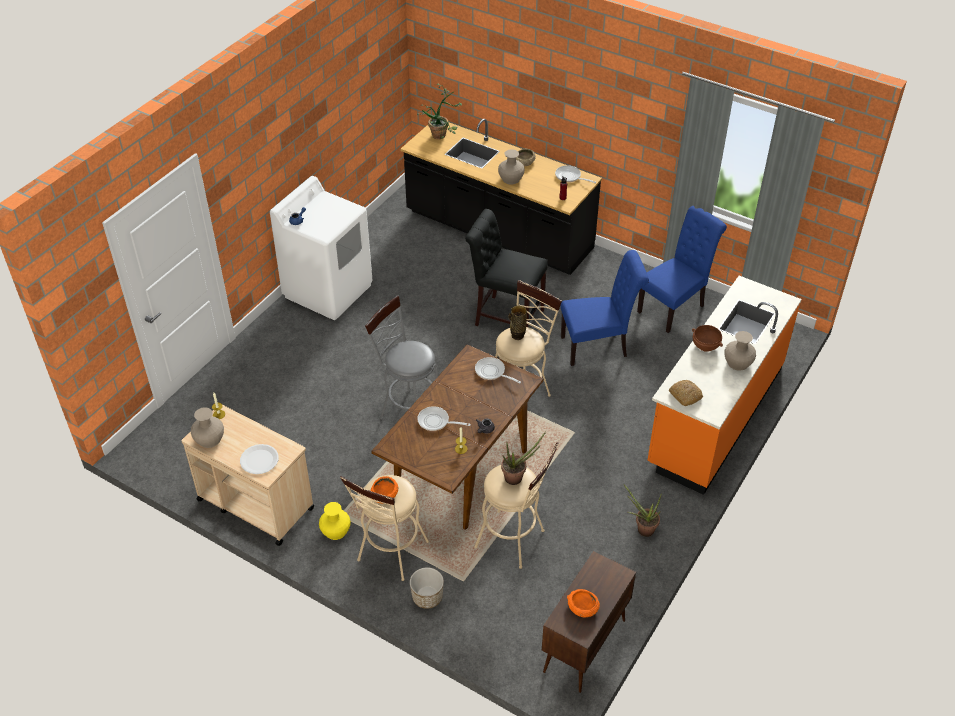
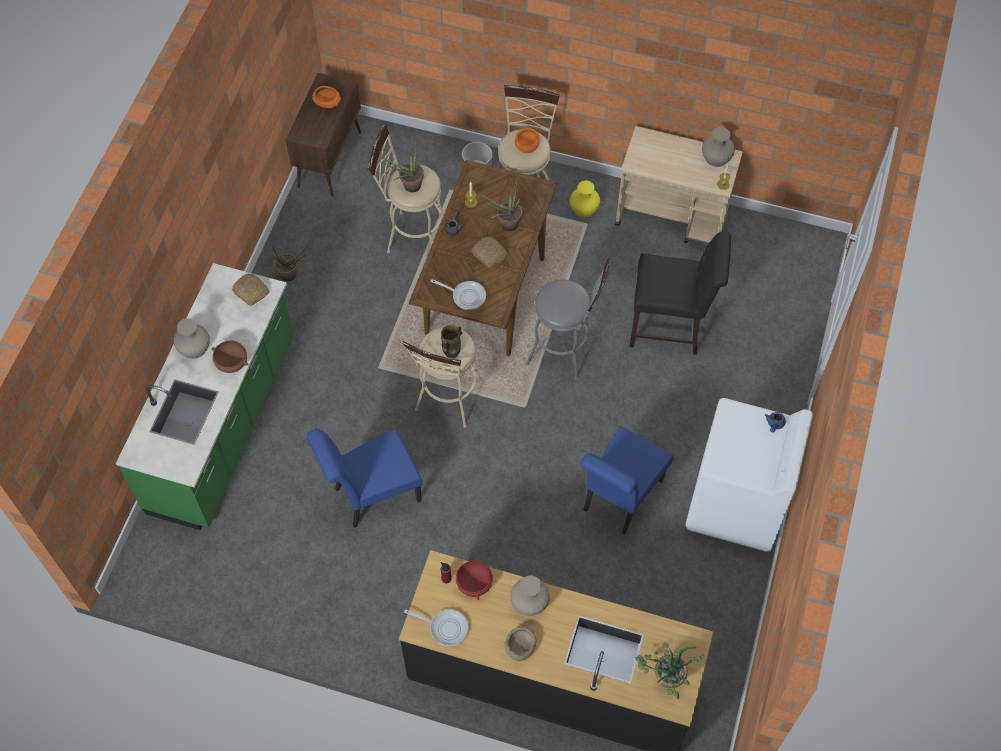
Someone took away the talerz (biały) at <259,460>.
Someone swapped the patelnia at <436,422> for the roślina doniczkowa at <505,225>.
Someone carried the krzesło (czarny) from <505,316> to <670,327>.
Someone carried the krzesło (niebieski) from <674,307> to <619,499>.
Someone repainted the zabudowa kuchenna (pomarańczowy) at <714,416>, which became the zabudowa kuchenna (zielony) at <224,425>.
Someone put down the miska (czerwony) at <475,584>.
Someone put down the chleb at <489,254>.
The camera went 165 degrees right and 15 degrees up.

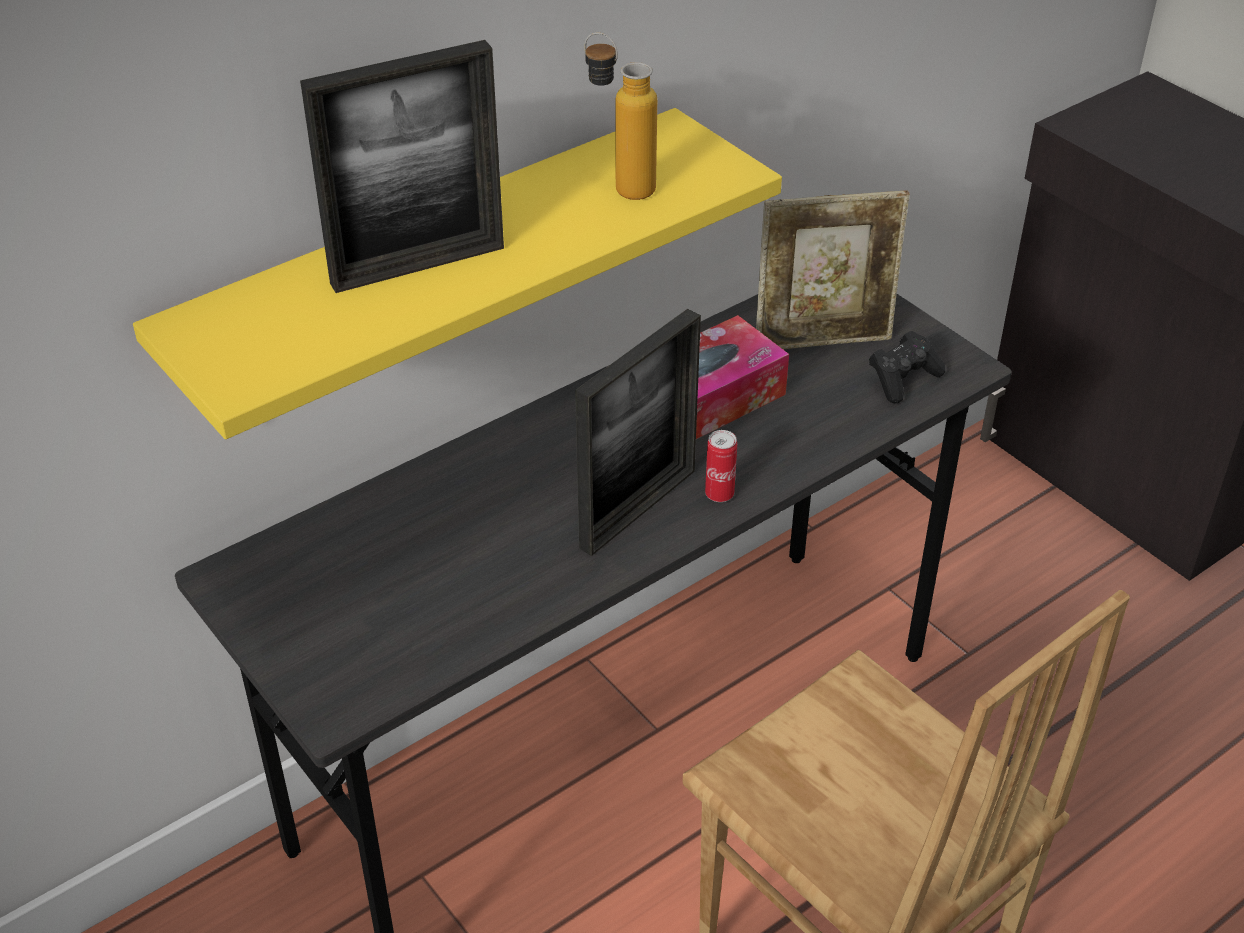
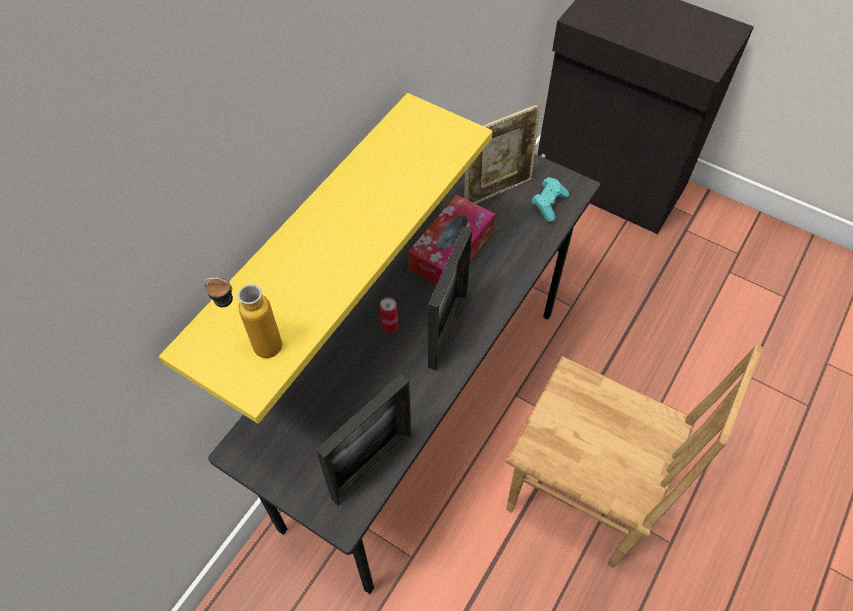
Someone carried the ramka na zdjęcie from <418,265> to <372,467>.
Someone carried the butelka from <620,186> to <256,346>.
Someone carried the puszka from <719,494> to <390,326>.
Someone repainted the pad do gier (czarny) at <903,379>, which became the pad do gier (turkusowy) at <548,204>.
The camera went 20 degrees left and 15 degrees up.

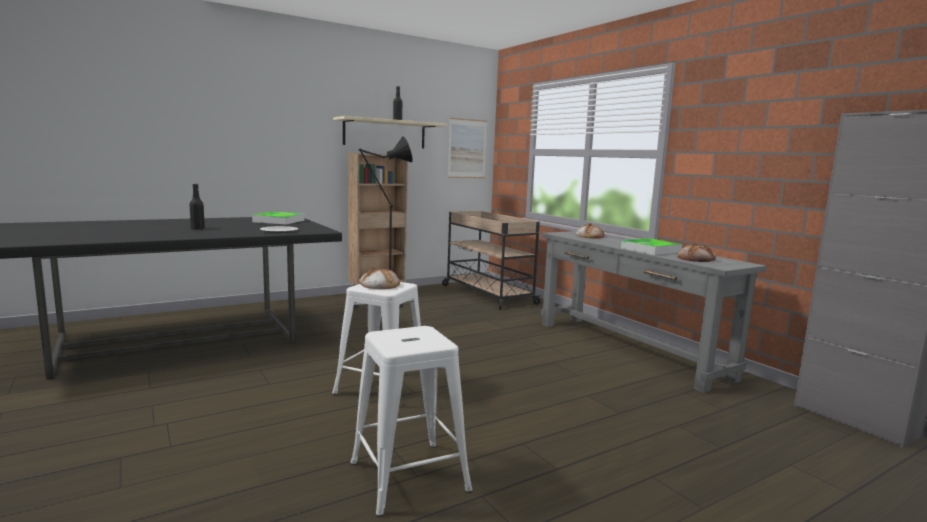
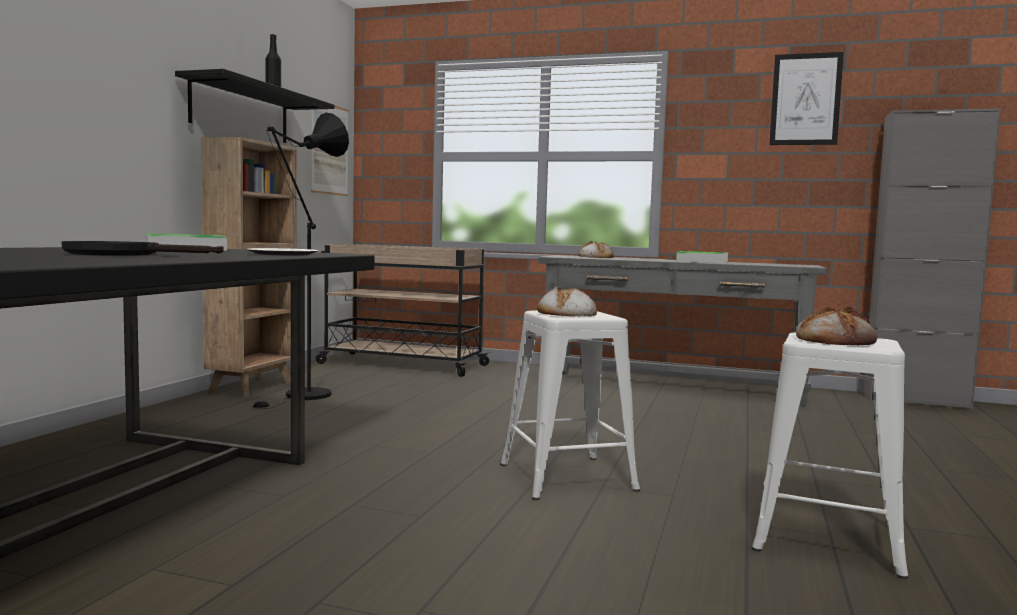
Someone swapped the butelka (czarny) at <197,229> for the patelnia (czarny) at <125,254>.
Someone repainted the półka (beżowy) at <385,133>, which became the półka (czarny) at <241,112>.
Someone carried the chleb from <696,259> to <835,340>.
Someone put up the obraz at <805,99>.
The camera went 40 degrees left and 5 degrees down.

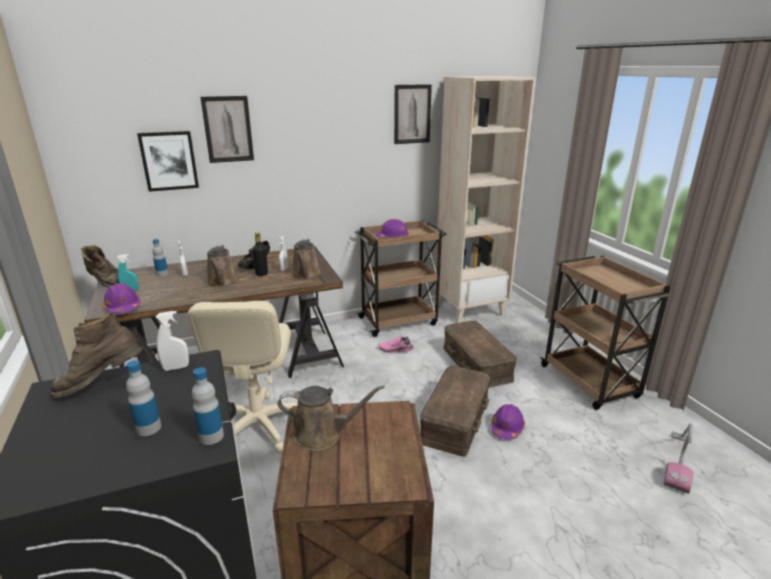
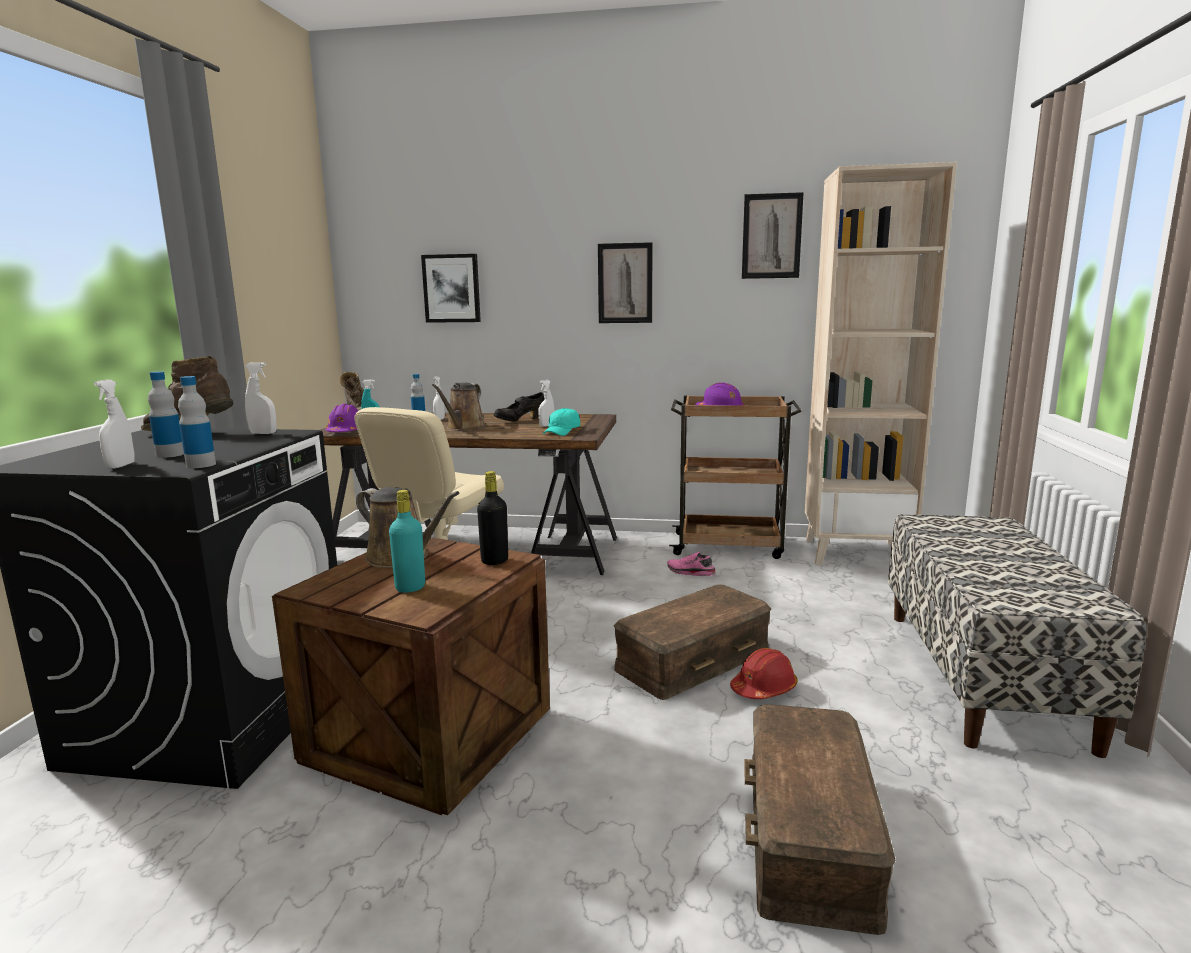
Someone carried the obraz from <228,129> to <625,283>.
Someone carried the butelka (czarny) from <261,274> to <494,561>.
Someone swapped the konewka (brązowy) at <306,275> for the czapka z daszkiem (turkusowy) at <562,432>.
Someone carried the pojemnik do przechowywania (brązowy) from <477,363> to <812,835>.
Someone repainted the kask (fioletowy) at <507,428>, which became the kask (czerwony) at <764,688>.
Someone swapped the wózek (brązowy) at <590,382> for the ławka at <983,676>.
Someone took away the odkurzacz at <678,462>.
Someone put down the spryskiwacz (biały) at <120,466>.
Someone put down the butelka (turkusowy) at <410,587>.
The camera went 30 degrees right and 10 degrees down.

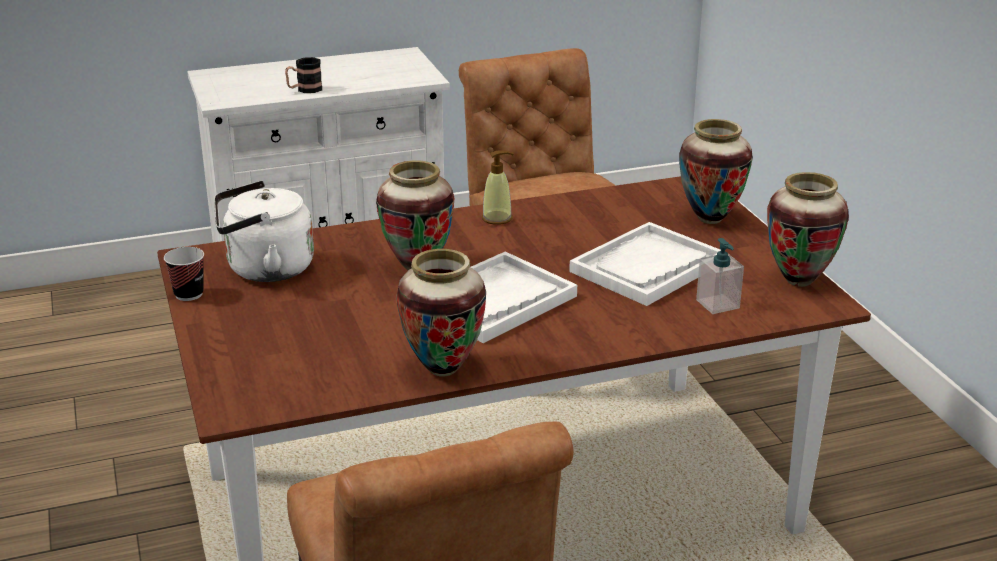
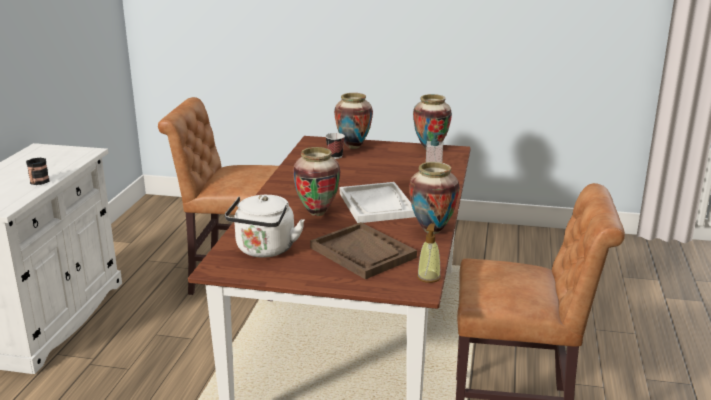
Someone carried the filiżanka from <189,294> to <335,156>.
Someone carried the dozownik mydła from <497,218> to <429,277>.
Someone took away the taca (biały) at <647,267>.
Someone put down the taca (brązowy) at <363,253>.
The camera went 60 degrees left and 5 degrees down.

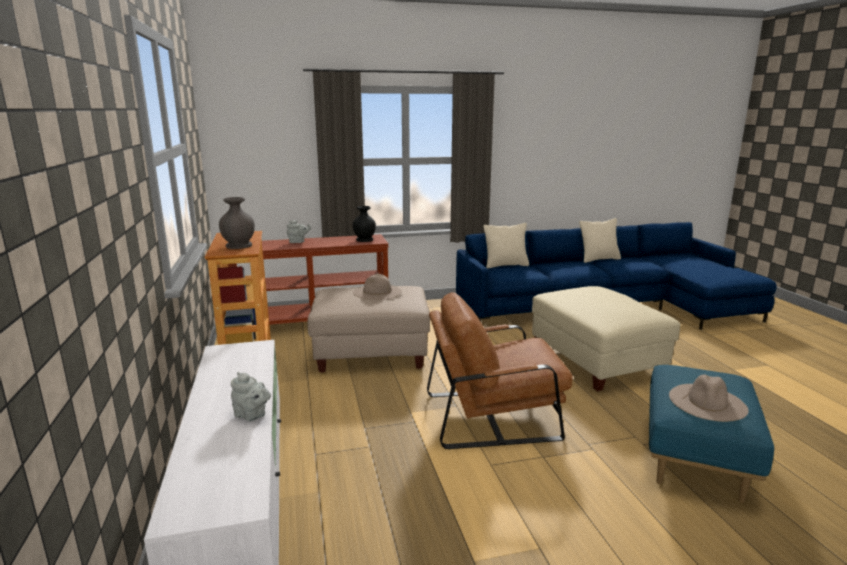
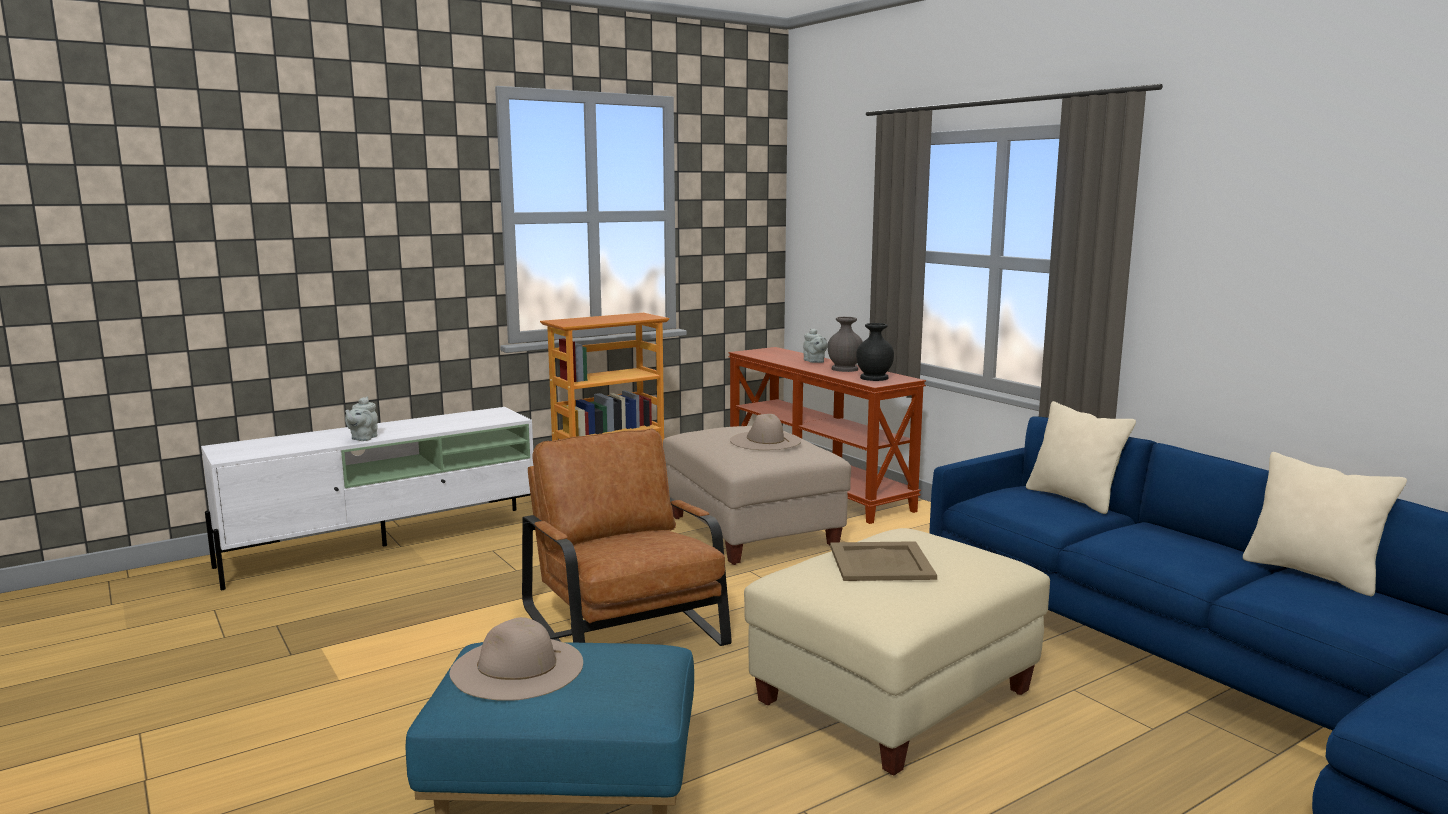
Someone carried the wazon (szary) from <239,246> to <845,369>.
Someone put down the taca (beżowy) at <880,562>.
The camera went 70 degrees right and 5 degrees down.

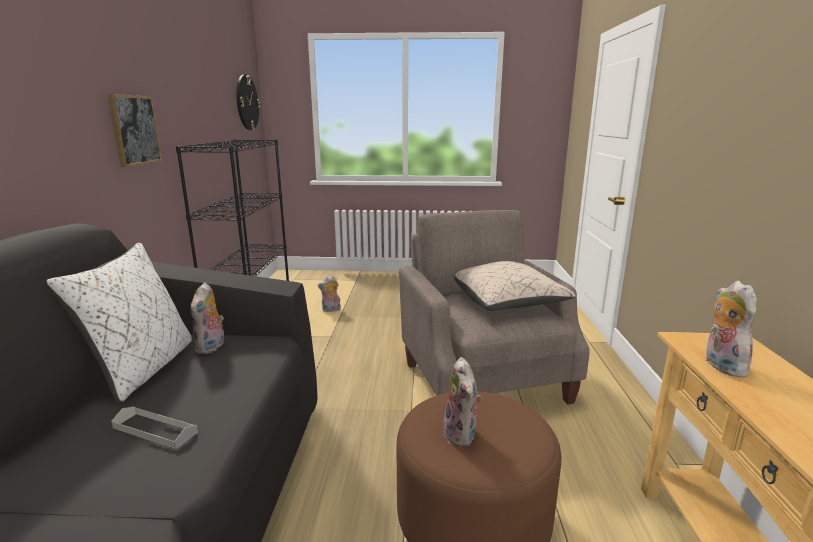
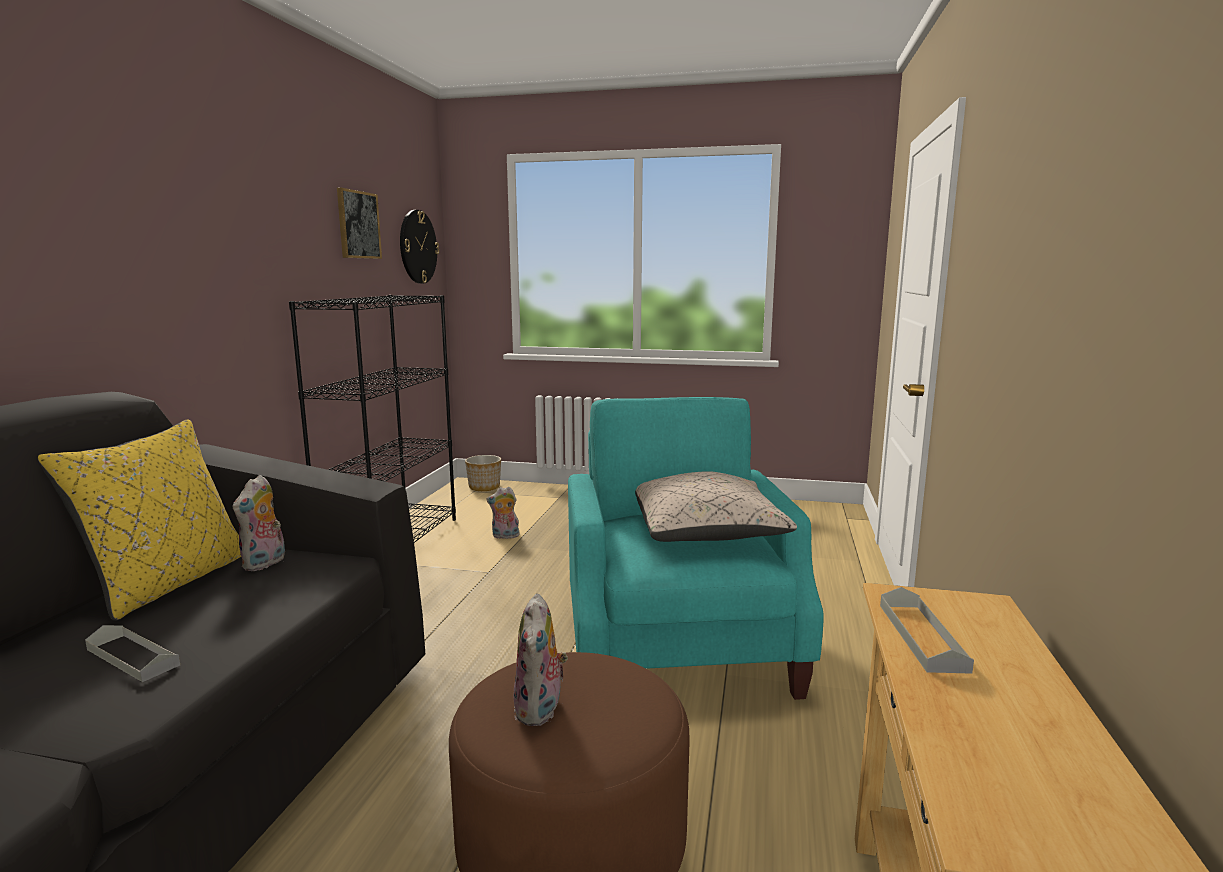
Someone repainted the poduszka (biały) at <144,368>, which became the poduszka (żółty) at <169,583>.
Someone carried the obraz from <134,130> to <358,225>.
Someone repainted the fotel (beżowy) at <482,379>, which became the fotel (turkusowy) at <679,650>.
Someone swapped the pluszak at <720,365> for the taca (szary) at <922,636>.
Someone put down the donica at <484,487>.
The camera went 10 degrees right and 5 degrees down.

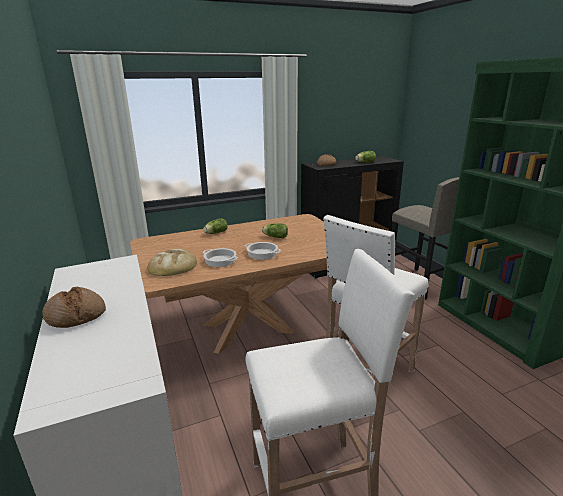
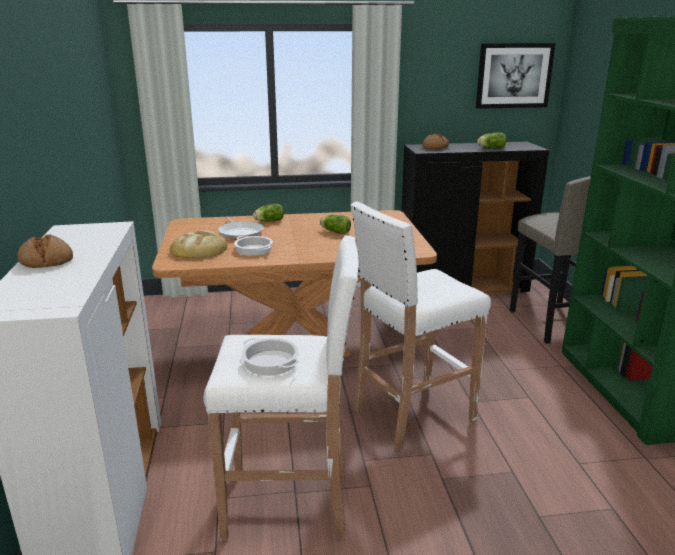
Someone carried the garnek from <262,254> to <270,362>.
Someone put down the patelnia at <240,233>.
Someone put up the obraz at <514,75>.
The camera went 15 degrees right and 0 degrees up.

